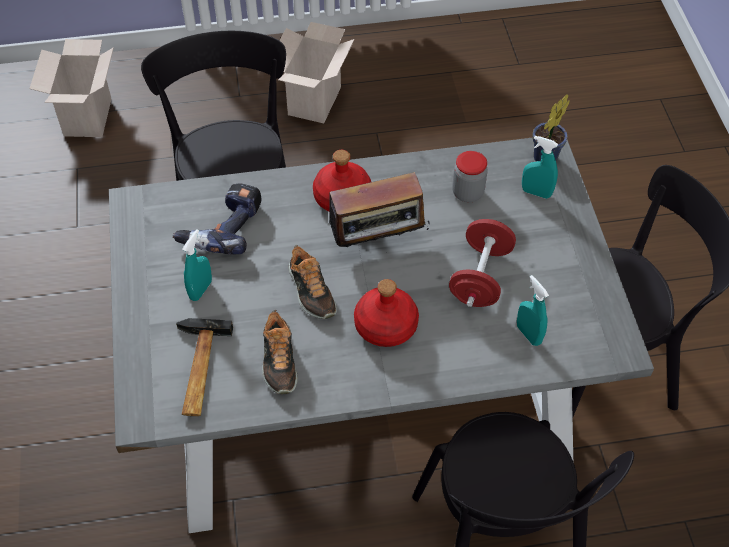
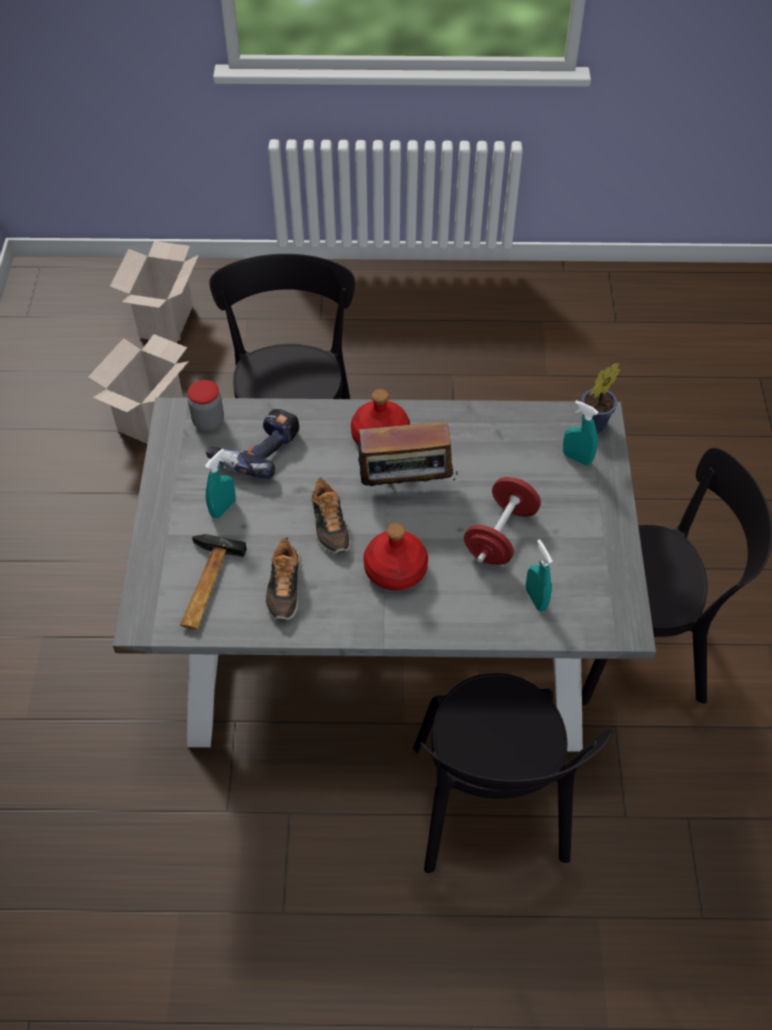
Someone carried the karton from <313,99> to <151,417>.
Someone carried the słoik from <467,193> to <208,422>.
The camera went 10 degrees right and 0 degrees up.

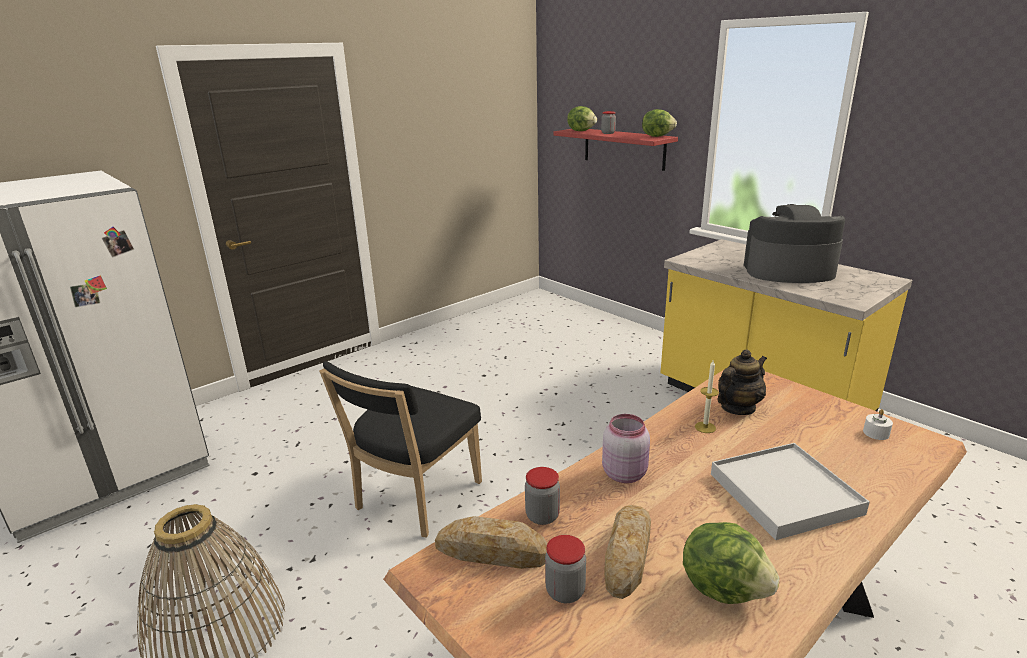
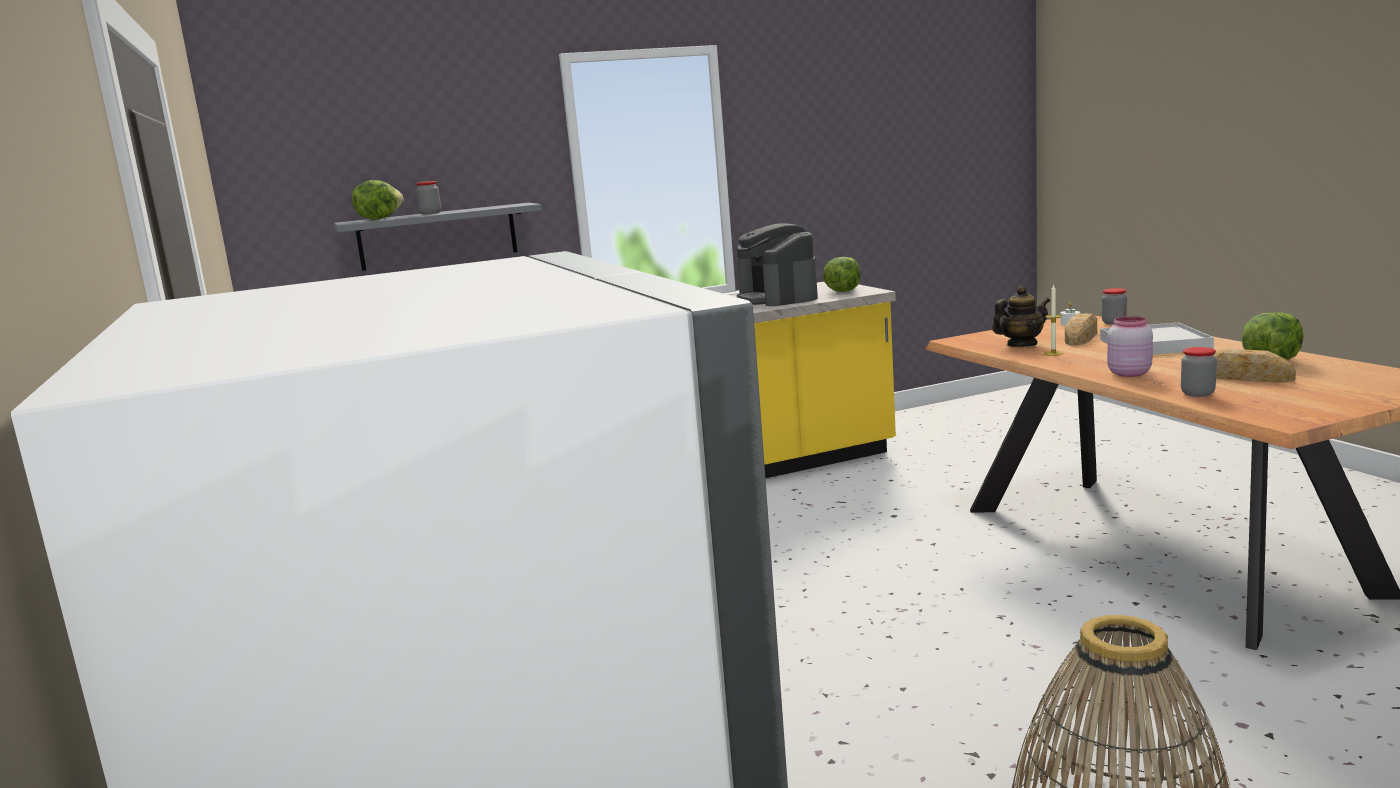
Someone took away the krzesło (czarny) at <415,499>.
Someone carried the chleb from <492,551> to <1080,337>.
Someone carried the słoik from <565,591> to <1113,323>.
Someone repainted the półka (czerwony) at <623,148>, which became the półka (szary) at <438,236>.
Someone carried the sałata from <657,136> to <842,291>.
Someone rotated the imbryk at <737,408> by 90 degrees clockwise.
Someone rotated the ekspres do kawy at <788,271> by 45 degrees counterclockwise.
The camera went 70 degrees left and 10 degrees down.

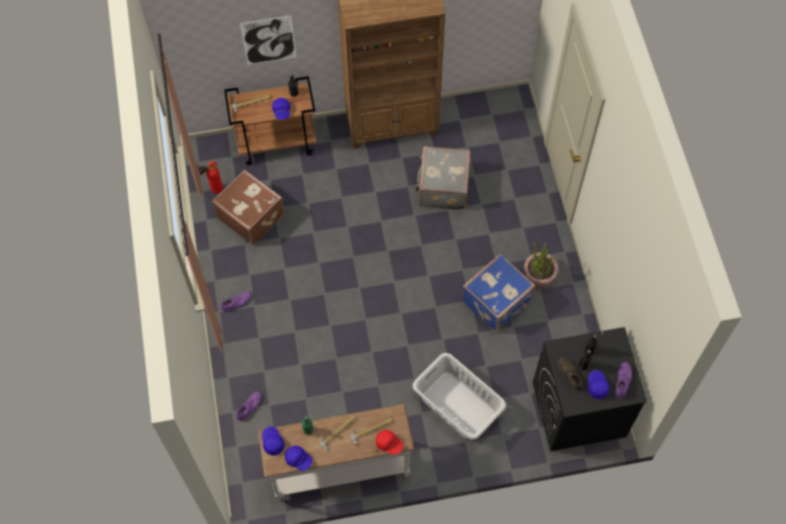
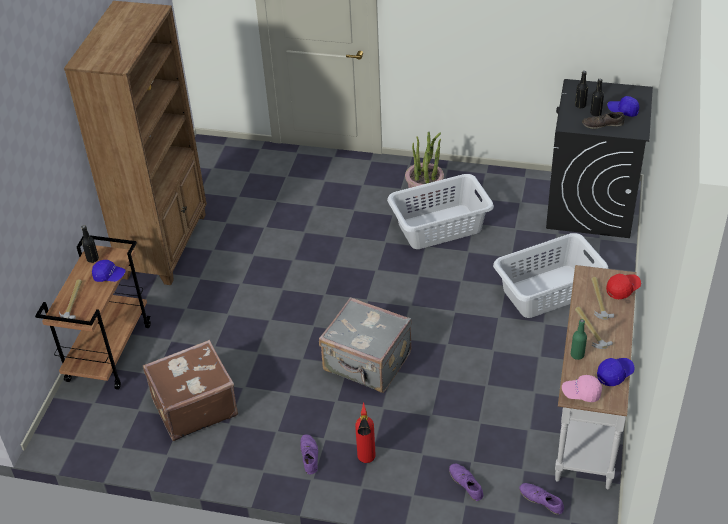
Someone carried the gaśnica from <214,190> to <366,461>.
Someone took away the obraz at <268,40>.
Someone repainted the czapka z daszkiem (niebieski) at <272,442>, which became the czapka z daszkiem (różowy) at <581,393>.
Someone carried the walizka (szary) from <442,188> to <367,363>.
Someone swapped the walizka (niebieski) at <497,302> for the kosz na pranie (szary) at <439,227>.
Someone carried the but (fioletowy) from <622,381> to <541,500>.
The camera went 65 degrees left and 20 degrees down.

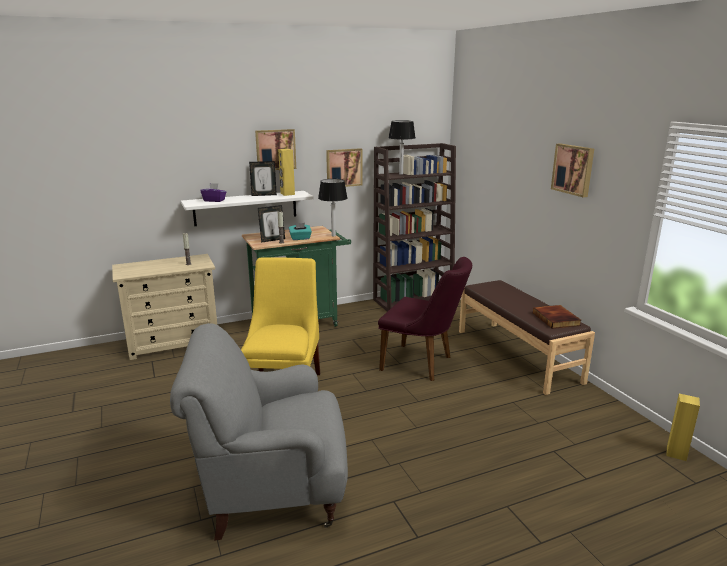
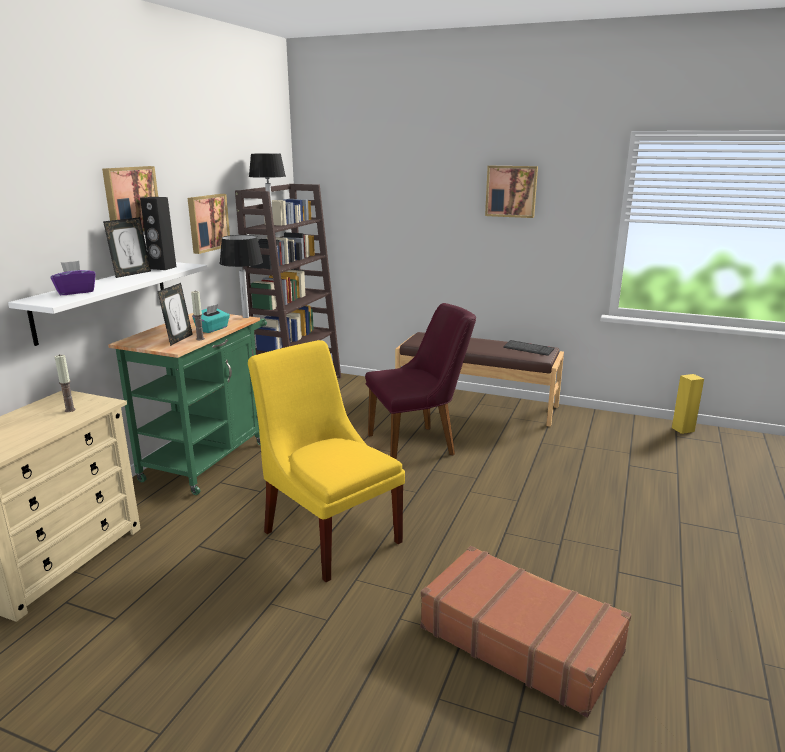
Someone swapped the fotel (szary) at <271,491> for the walizka (brązowy) at <520,639>.
Someone repainted the głośnik (żółty) at <287,194>, which became the głośnik (czarny) at <162,268>.
Someone swapped the książka at <557,319> for the klawiatura at <528,349>.
The camera went 45 degrees left and 0 degrees up.

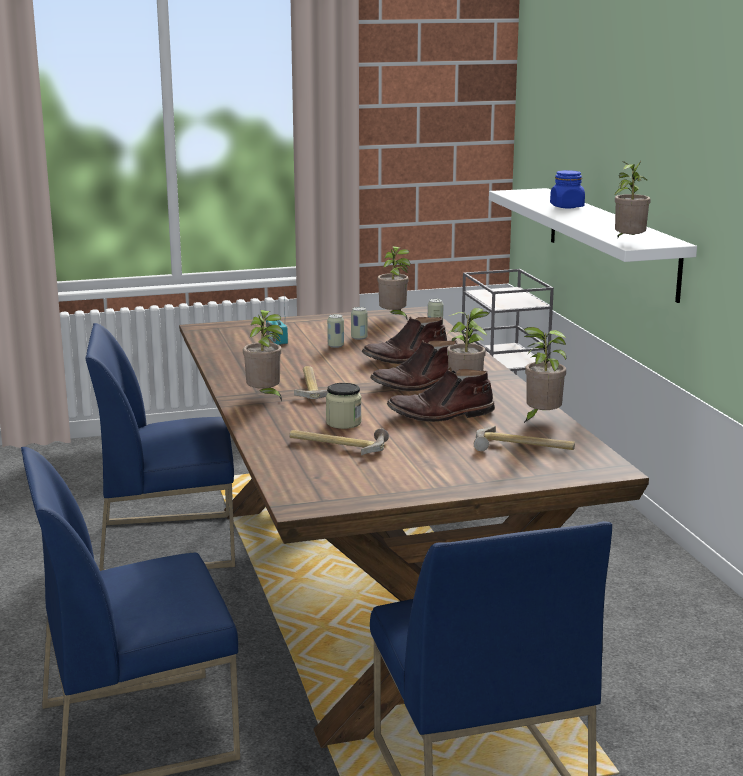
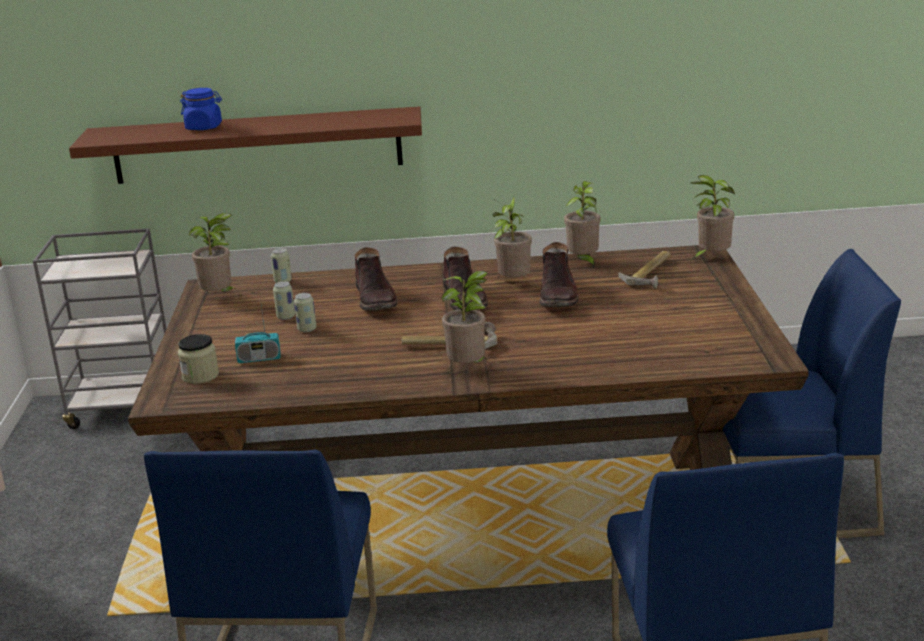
Someone took away the młotek at <338,445>.
Someone carried the słoik from <343,423> to <200,376>.
Someone repainted the półka (biały) at <611,241>, which became the półka (brązowy) at <257,145>.
Someone carried the roślina doniczkowa from <628,242> to <711,258>.
The camera went 75 degrees left and 5 degrees up.

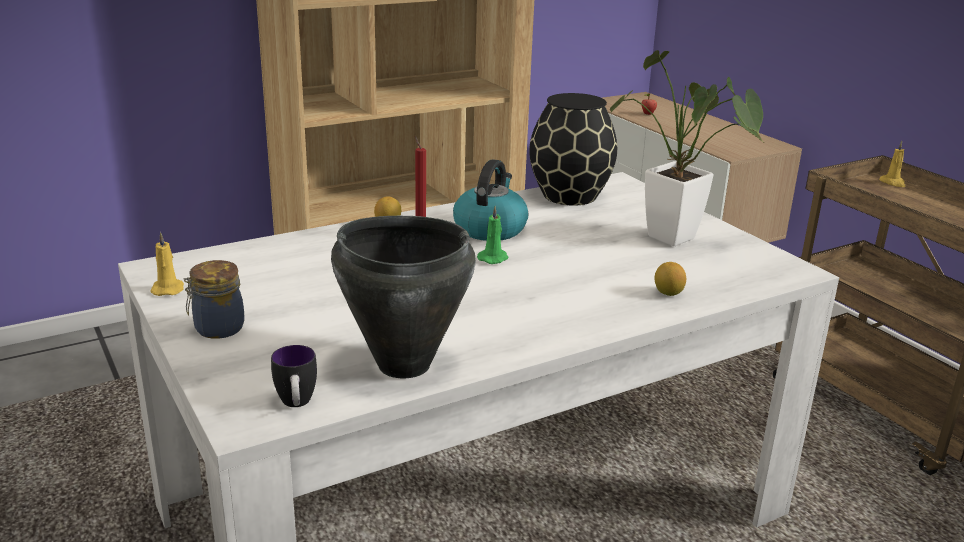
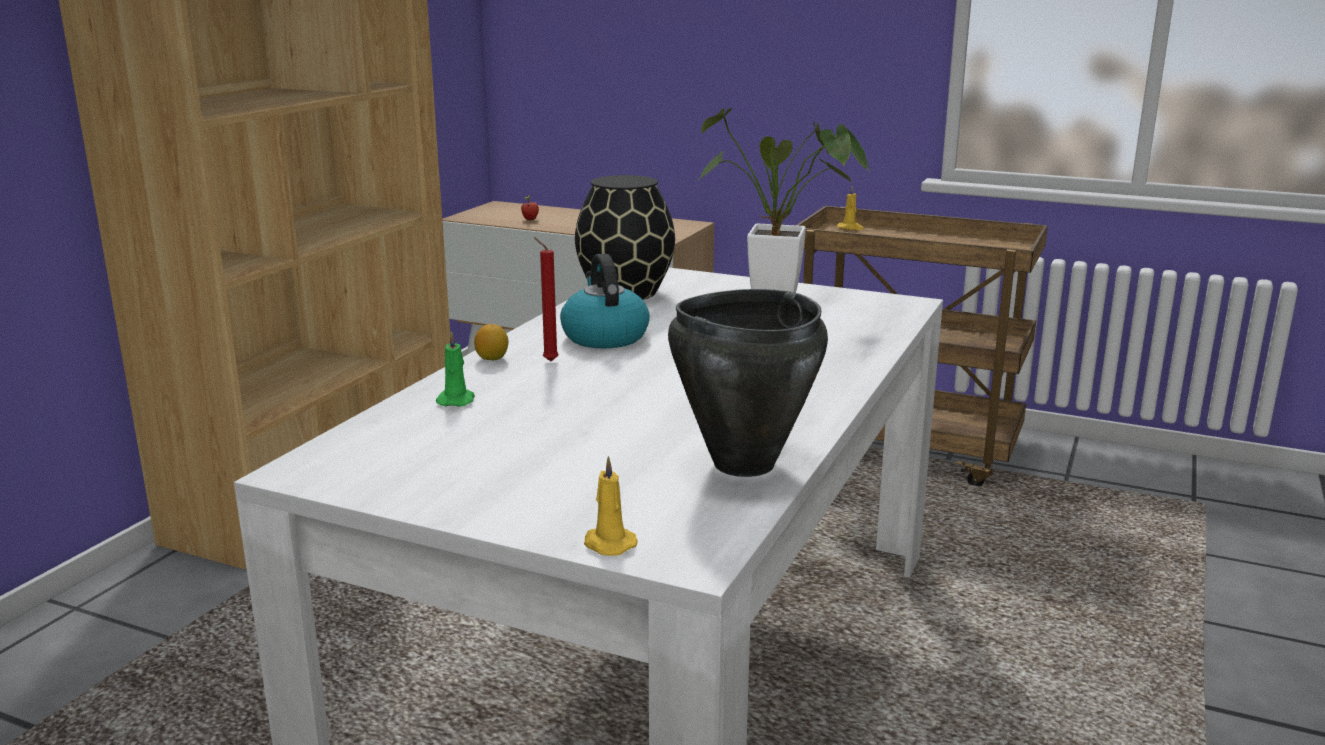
Someone carried the świeca (żółty) from <168,289> to <608,544>.
Someone took away the słoik at <217,329>.
Someone took away the kubek at <296,405>.
Someone carried the świeca (zielony) from <494,258> to <456,400>.
Someone took away the cytryna at <668,293>.
The camera went 35 degrees left and 5 degrees down.

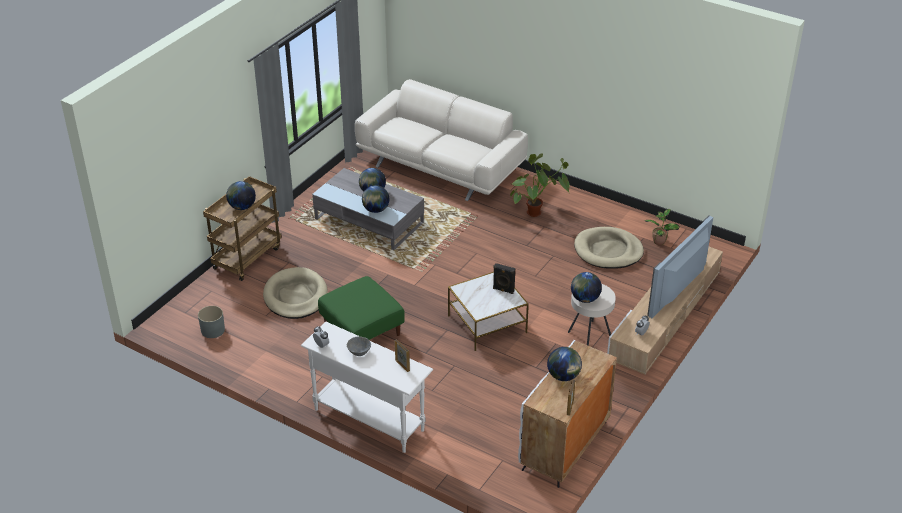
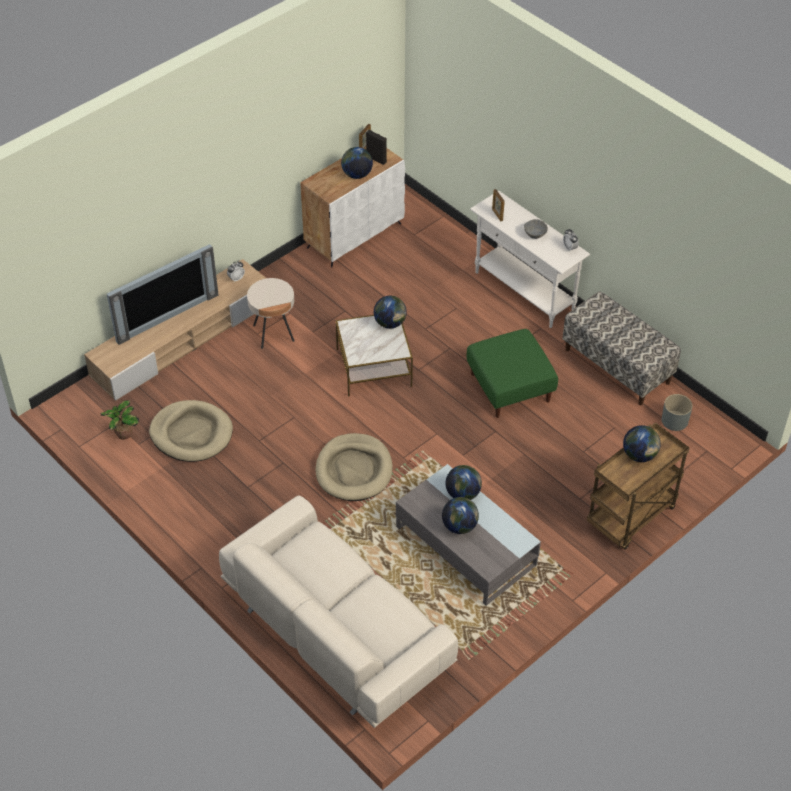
Someone carried the legowisko (beżowy) from <295,296> to <354,470>.
Someone carried the głośnik (czarny) from <503,290> to <377,159>.
Someone took away the roślina doniczkowa at <537,209>.
Someone carried the globus from <585,299> to <390,323>.
Someone put down the ławka at <617,366>.
The camera went 165 degrees left and 10 degrees up.

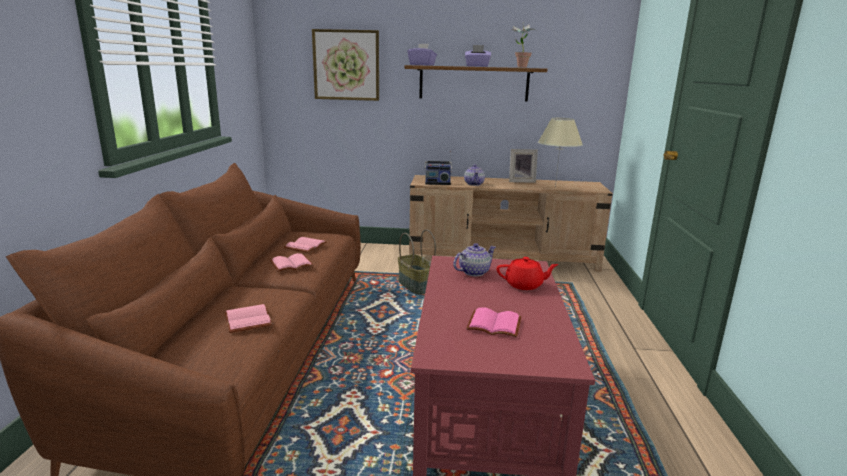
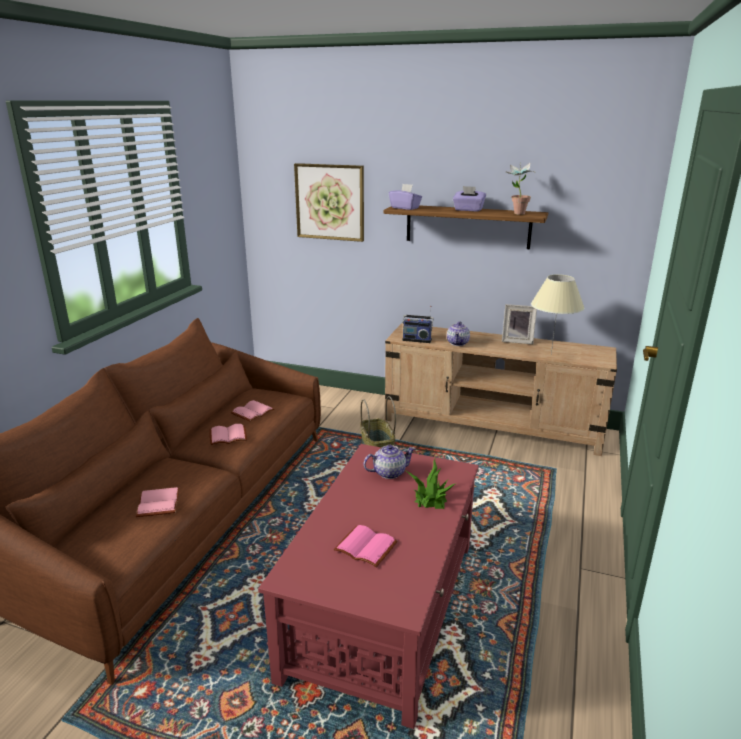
Someone swapped the imbryk (czerwony) at <524,285> for the roślina doniczkowa at <431,497>.
The camera went 15 degrees right and 5 degrees up.

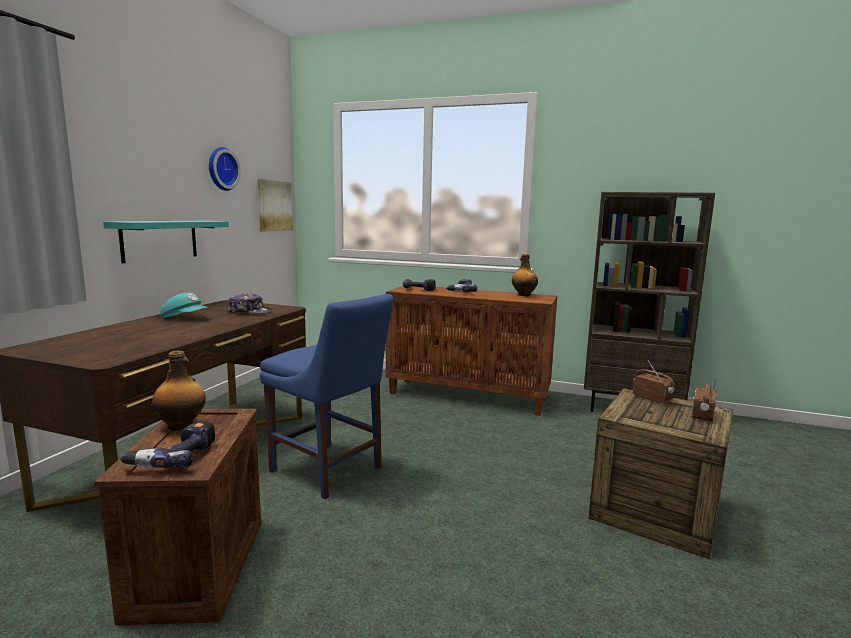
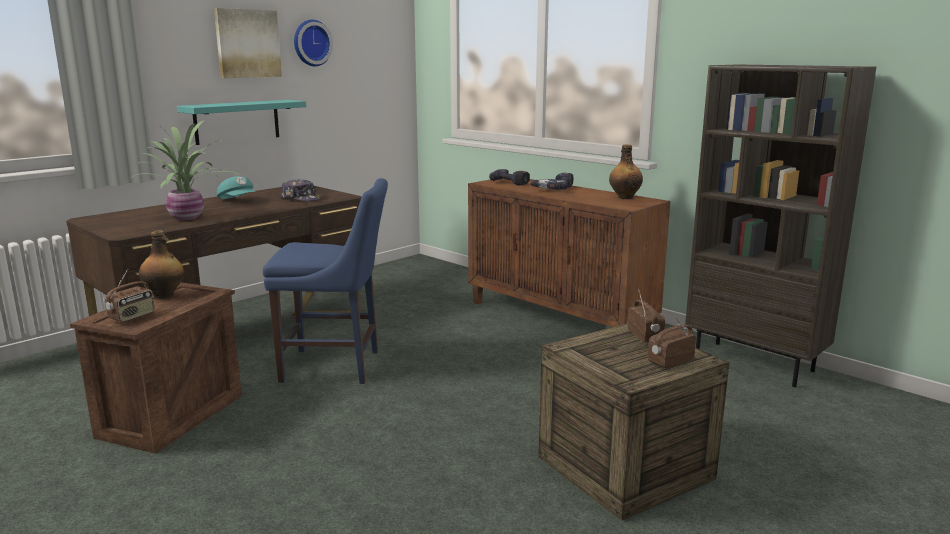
Someone swapped the wiertarka at <174,457> for the radio at <132,316>.
Someone carried the obraz from <274,206> to <247,43>.
Someone rotated the krzesło (niebieski) at <329,471> by 60 degrees counterclockwise.
Someone put down the roślina doniczkowa at <188,218>.
The camera went 25 degrees right and 5 degrees up.

